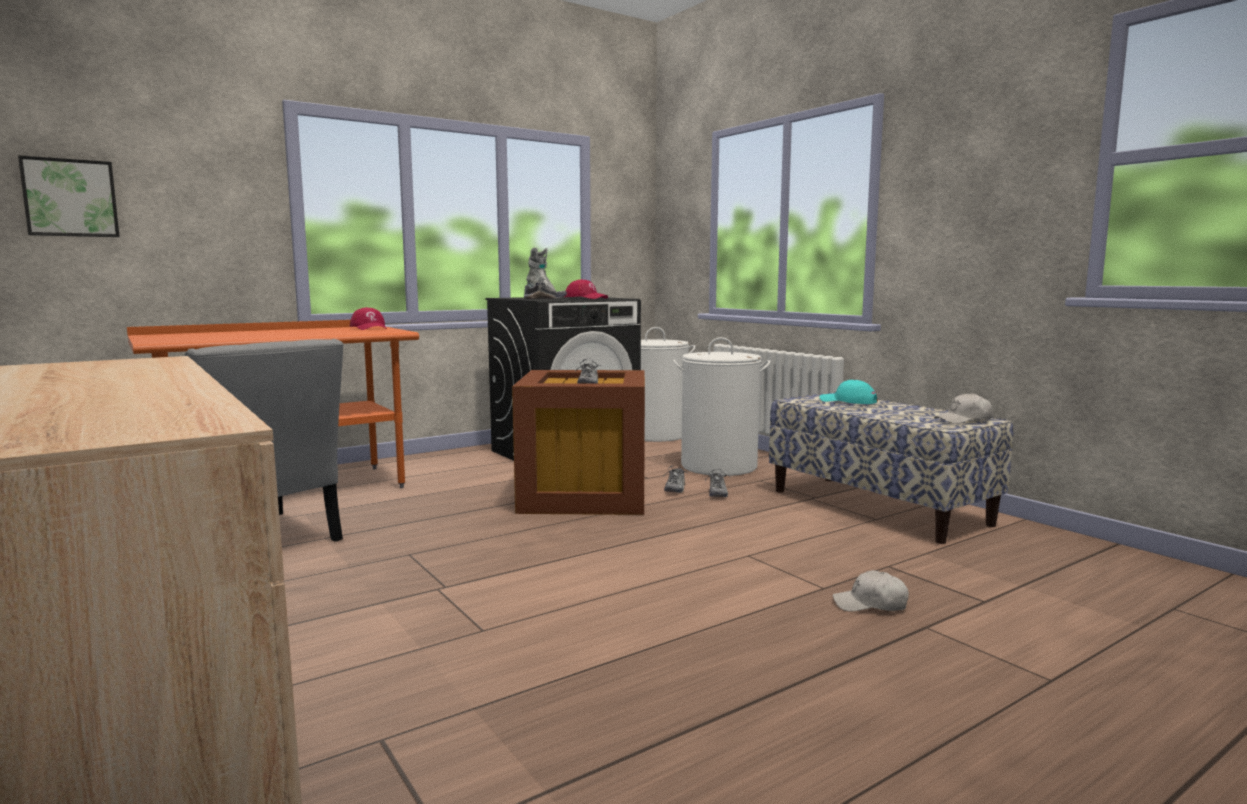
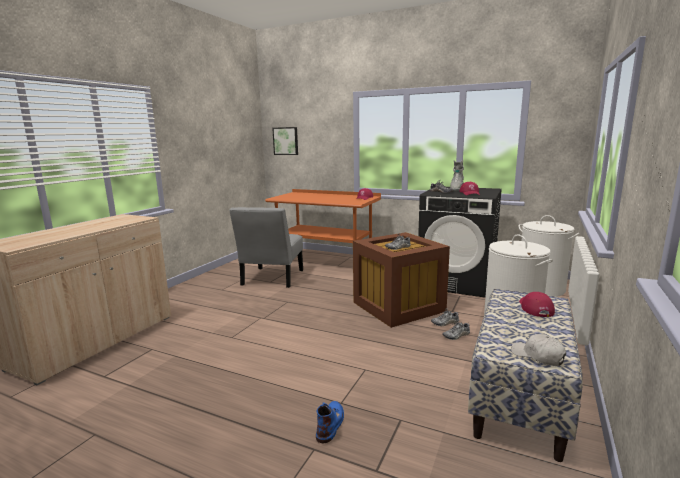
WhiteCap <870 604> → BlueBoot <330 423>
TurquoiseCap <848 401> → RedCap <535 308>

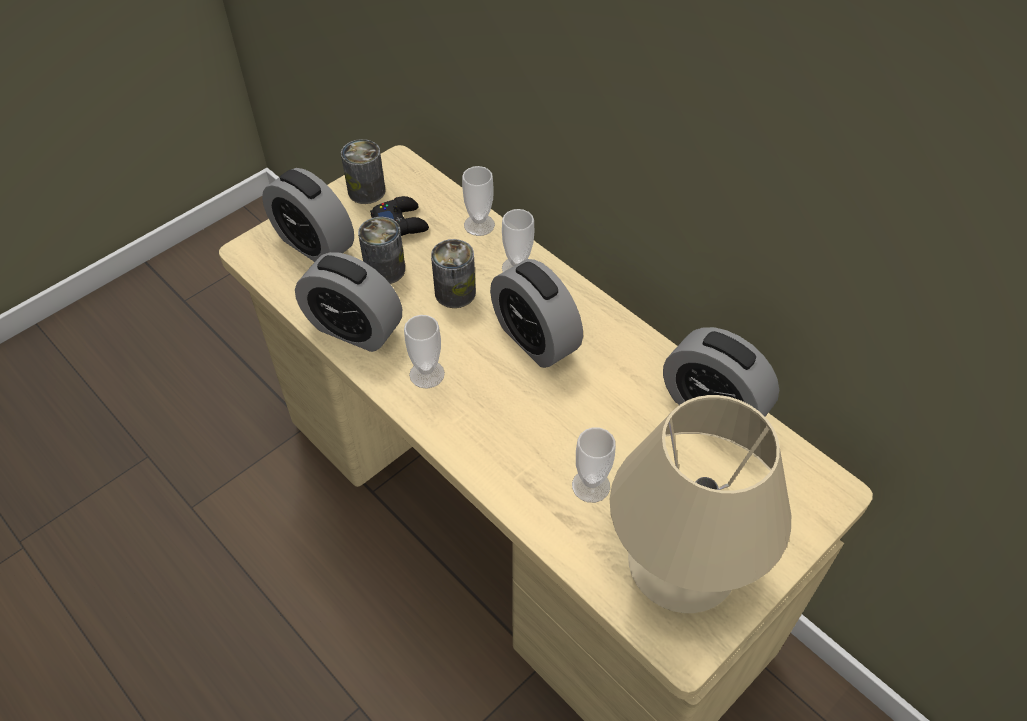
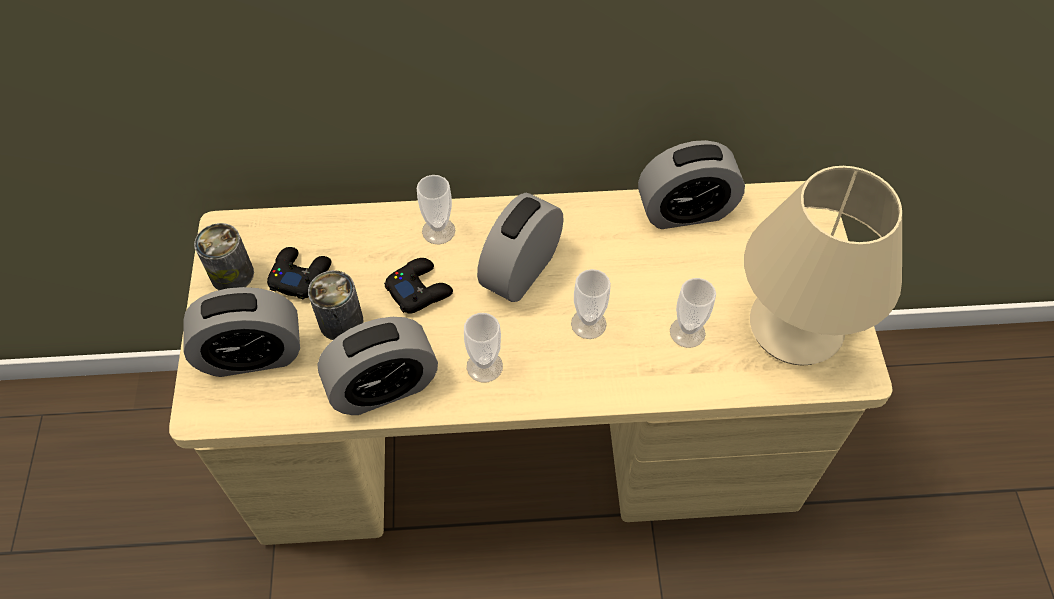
Cup <479 225> → Cup <588 324>, move
Can <455 292> → BlackGameController <419 289>
AlarmClock <535 339> → AlarmClock <521 270>, 120 degrees clockwise

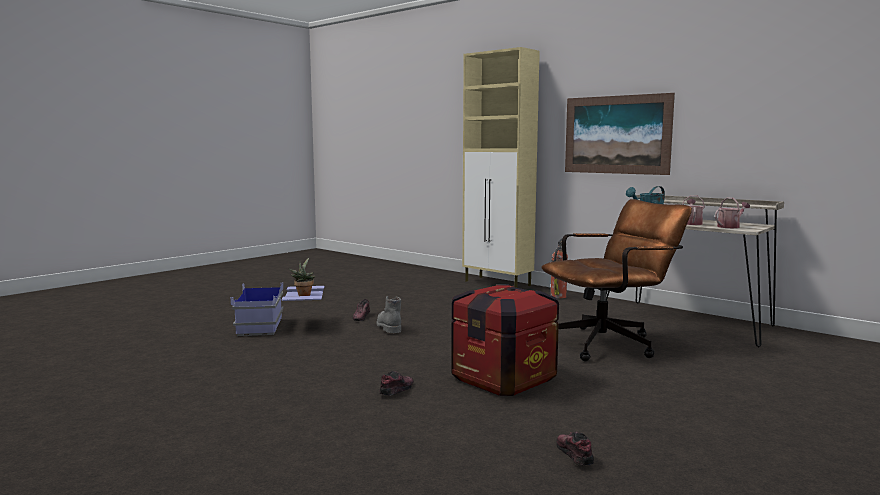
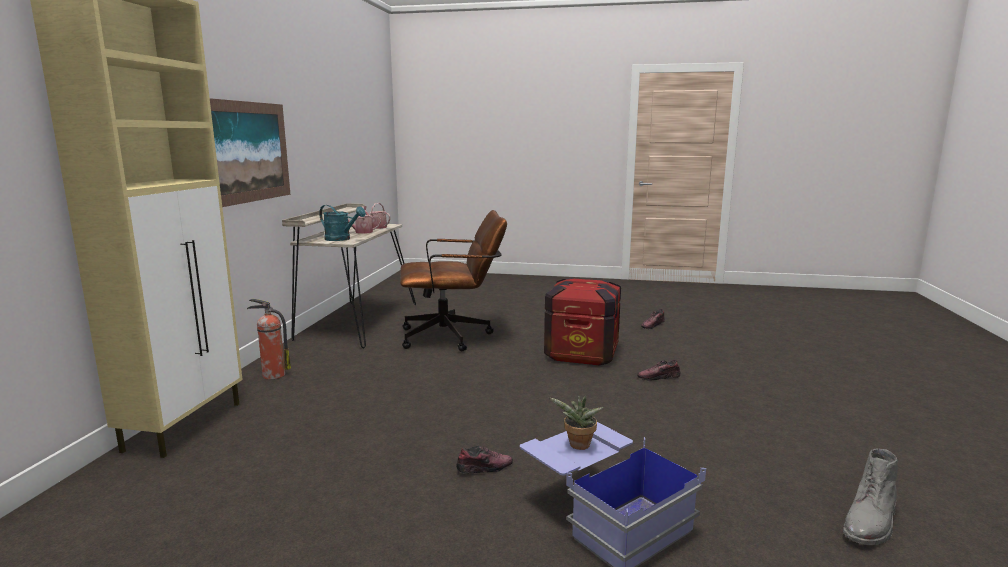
GreyBoot <388 326> → GreyBoot <870 523>, move
BrownOfficeChair <610 344> → BrownOfficeChair <453 336>, 135 degrees clockwise

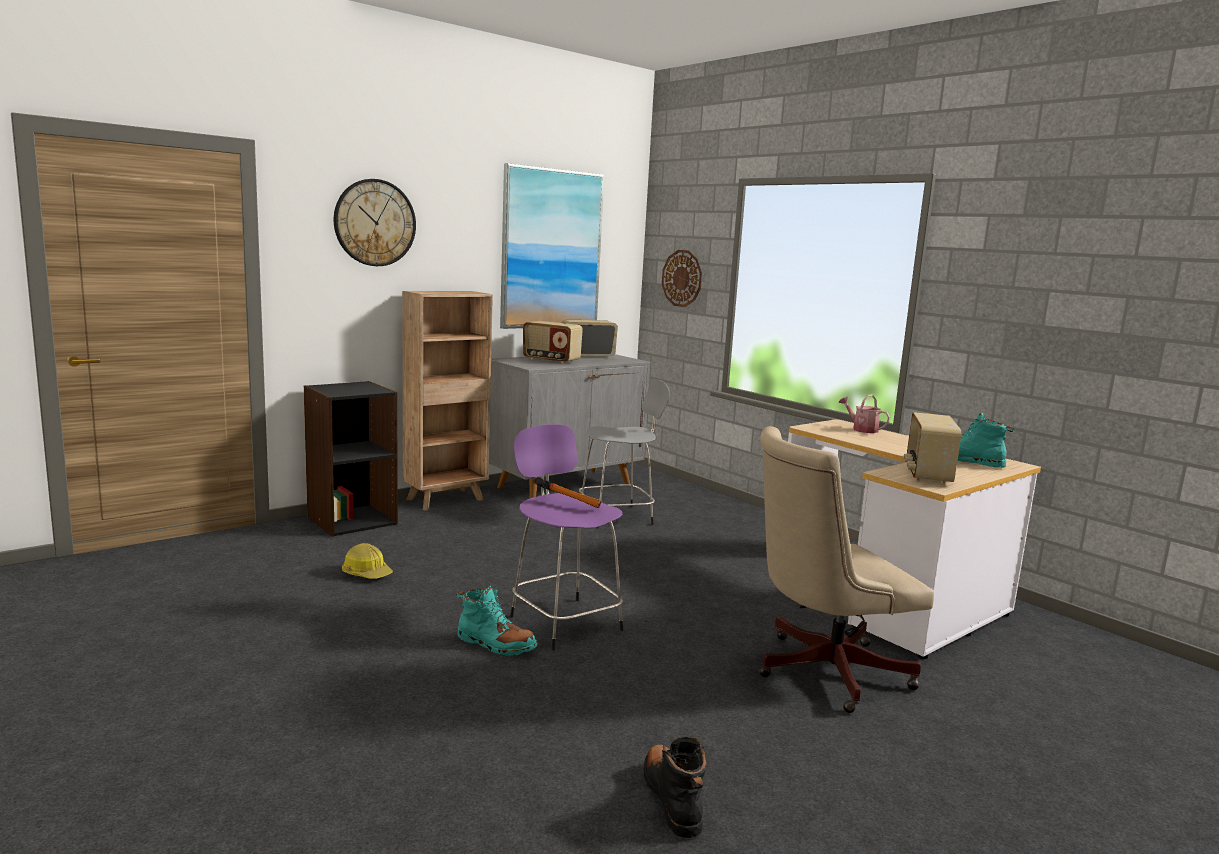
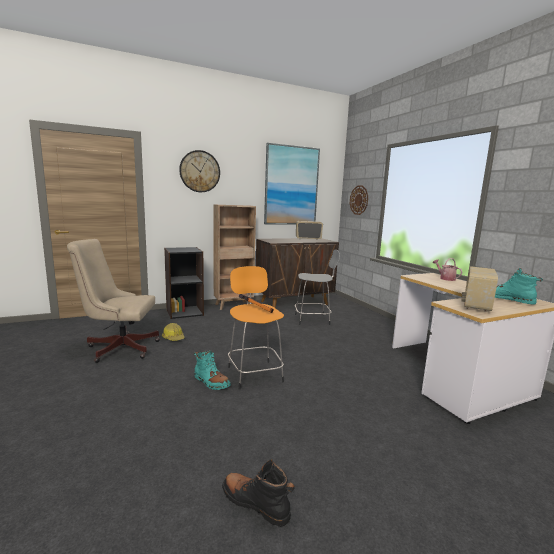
Radio <551 360> → -
BeigeOfficeChair <821 671> → BeigeOfficeChair <118 348>, move
GreyCabinet <566 486> → BrownCabinet <294 303>
PurpleStool <563 621> → OrangeStool <254 373>
BlackBoot <672 799> → BlackBoot <255 503>, 60 degrees counterclockwise

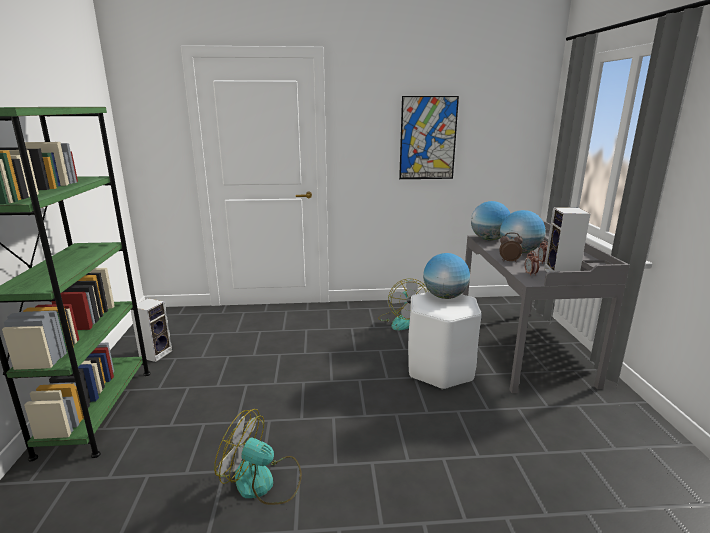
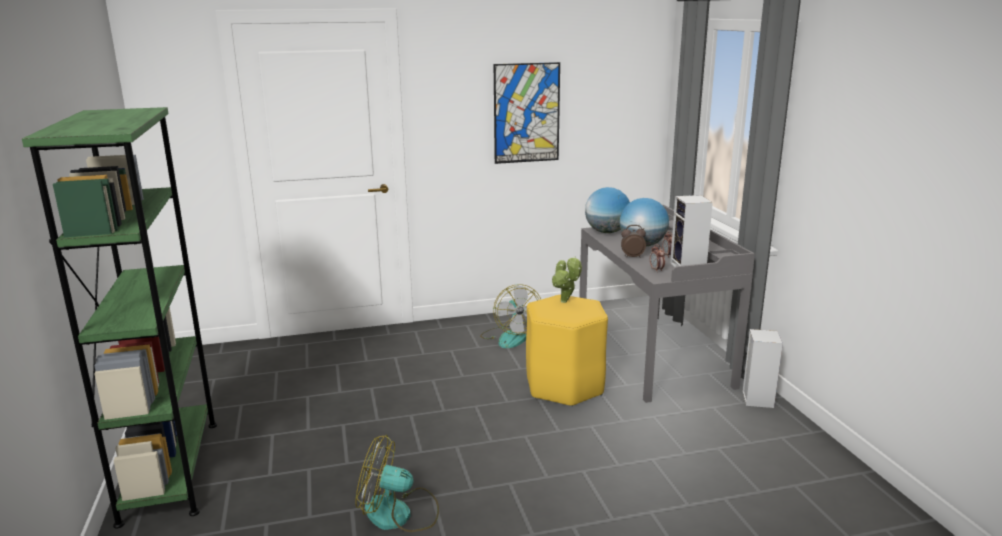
Speaker <156 353> → Speaker <756 398>, move
Globe <445 297> → PottedPlant <565 302>
WhiteStool <439 369> → YellowStool <564 386>

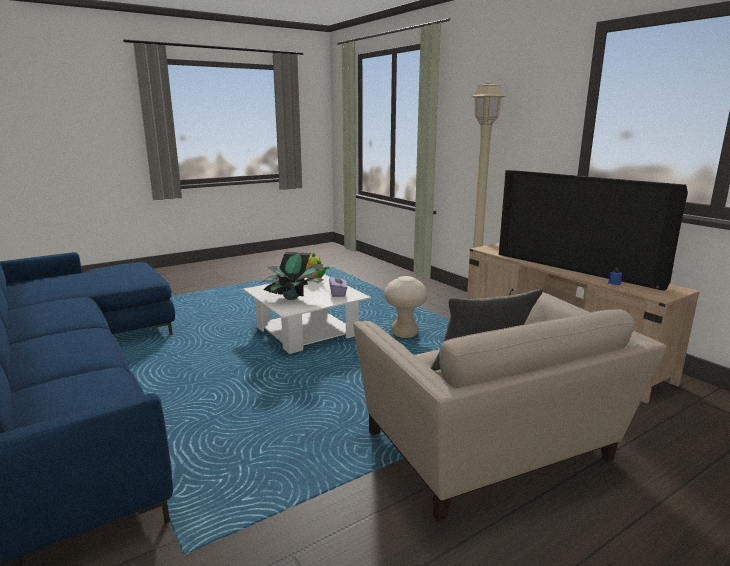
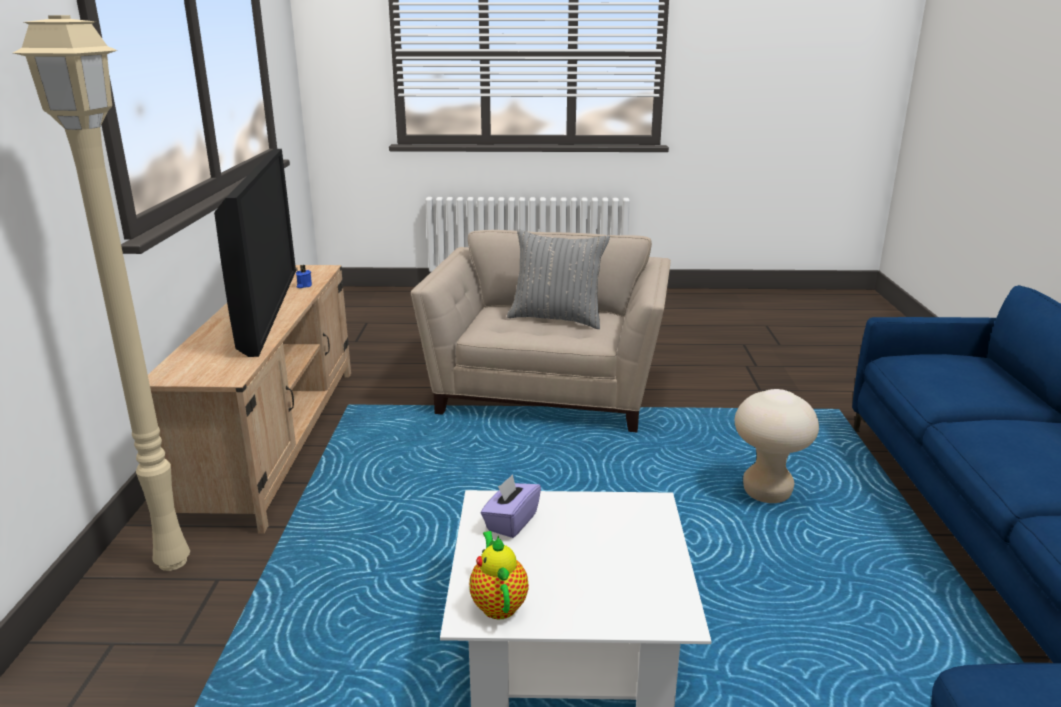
PottedPlant <292 298> → -
BeigeStool <404 334> → BeigeStool <766 493>, move

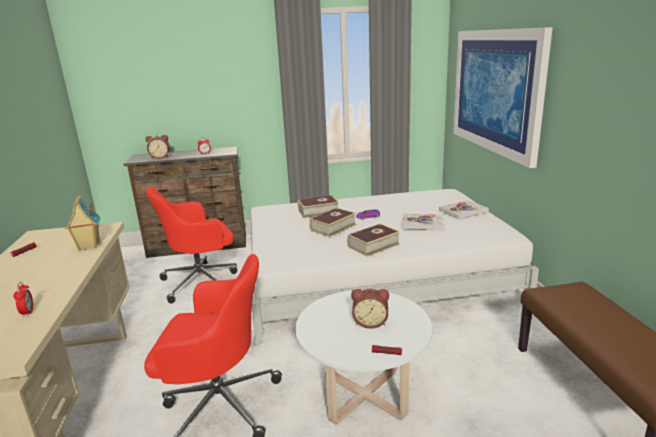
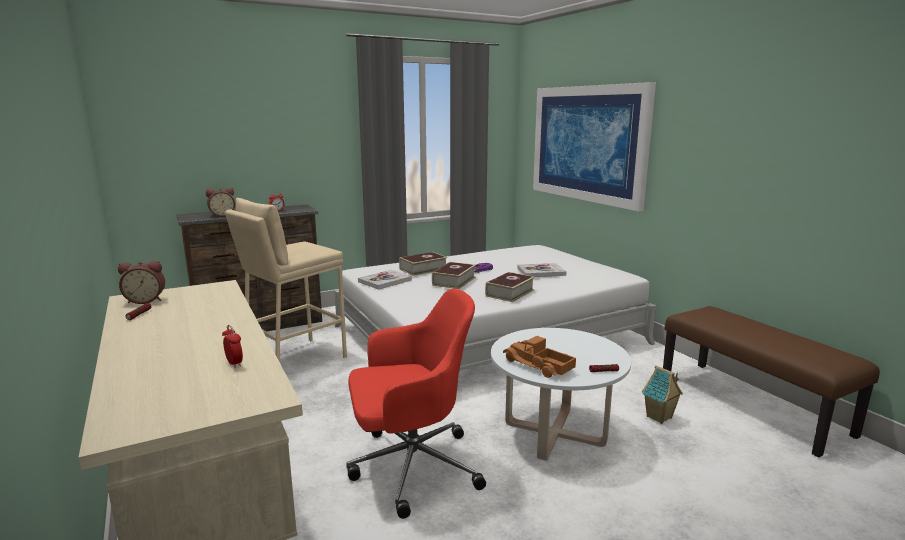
- → ToyTruck <537 366>
ToyHouse <88 246> → ToyHouse <659 418>, move
AlarmClock <370 322> → AlarmClock <146 300>, move
Book <463 211> → Book <385 281>, move
RedOfficeChair <202 281> → BeigeStool <295 359>

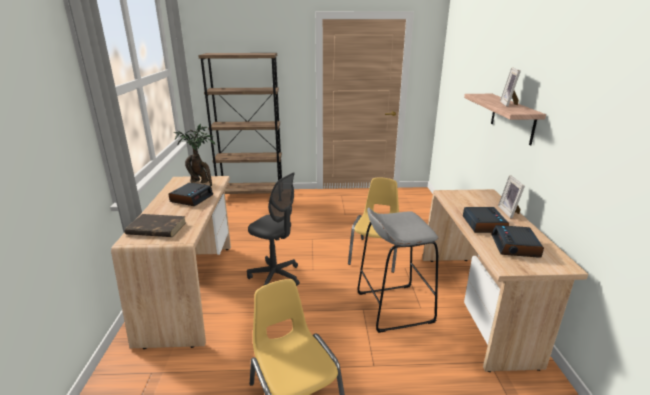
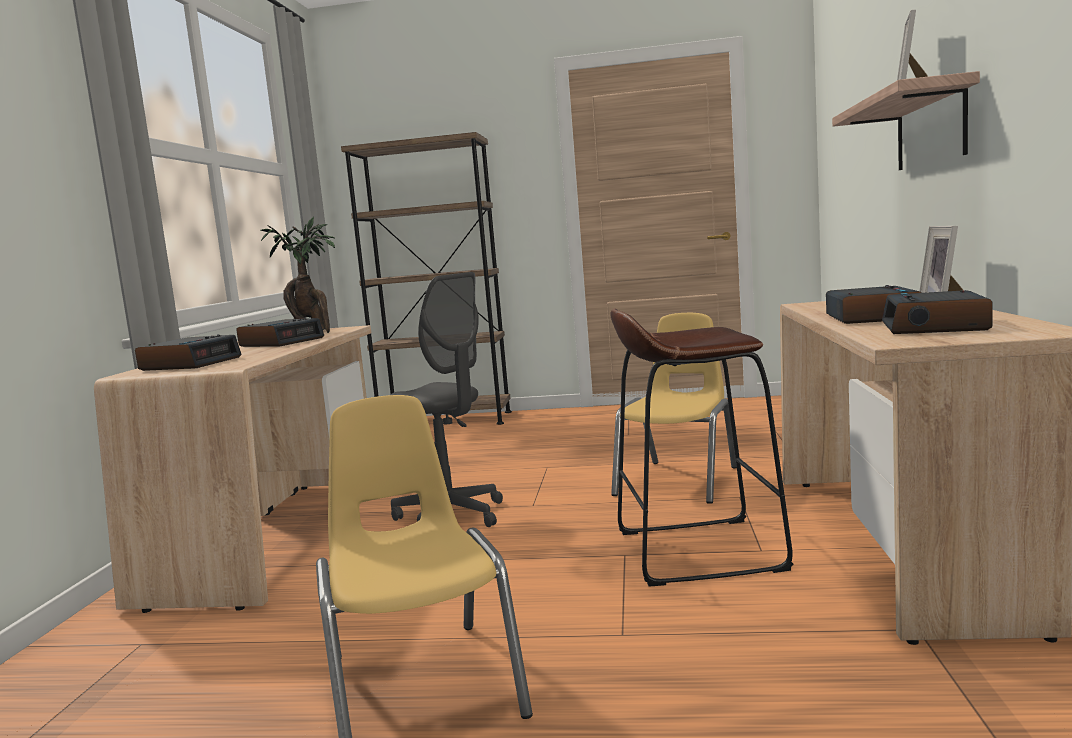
BrownBook <156 229> → AlarmClock <191 363>
GreyStool <394 307> → BrownStool <698 550>

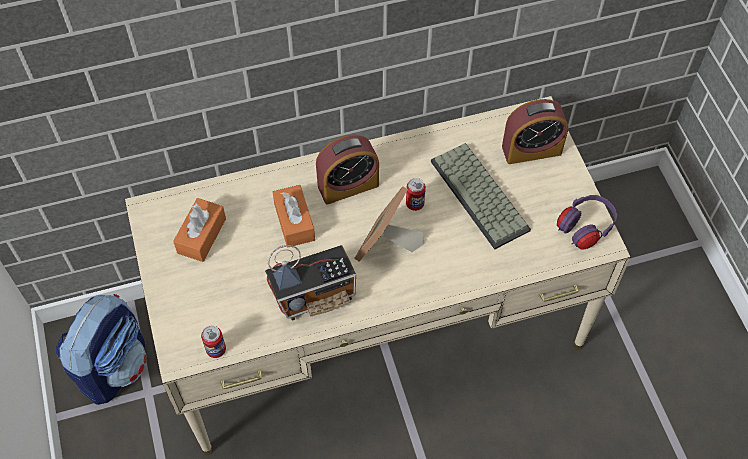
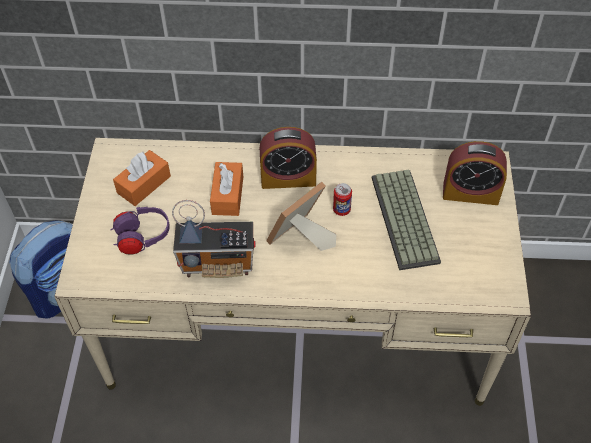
Can <216 349> → -
PurpleHeadphones <584 229> → PurpleHeadphones <142 238>, move

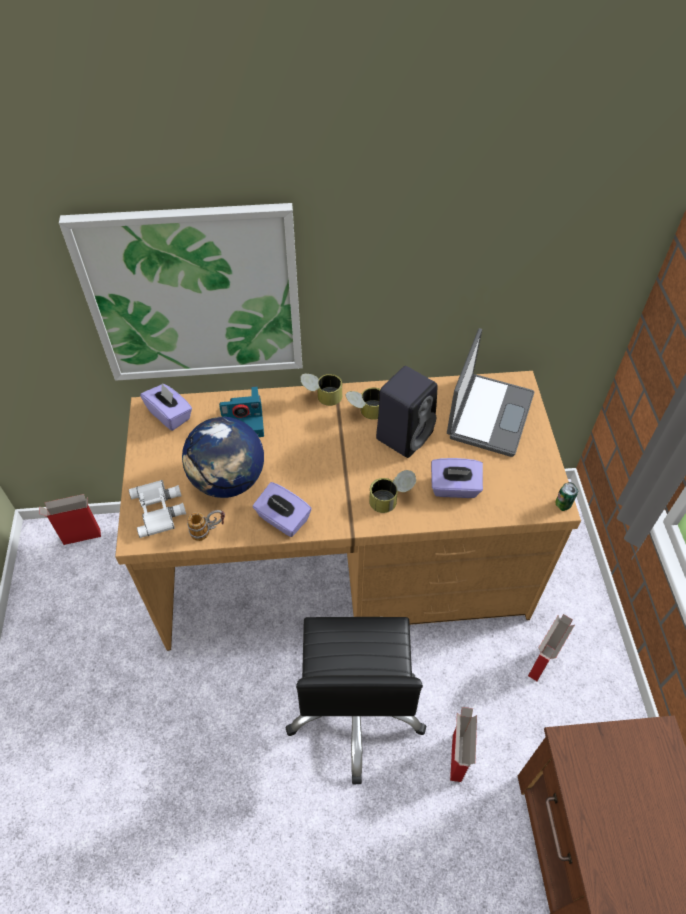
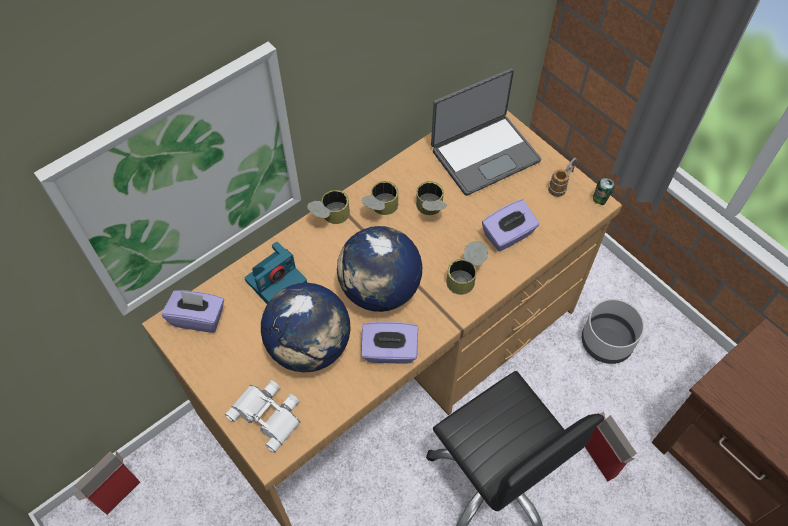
- → Globe <380 290>
Mug <209 531> → Mug <561 184>, move
BlackSpeaker <405 434> → Can <430 211>
CardboardBox <541 663> → GreyPlanter <606 341>
Laptop <488 415> → Laptop <484 154>, 75 degrees clockwise

